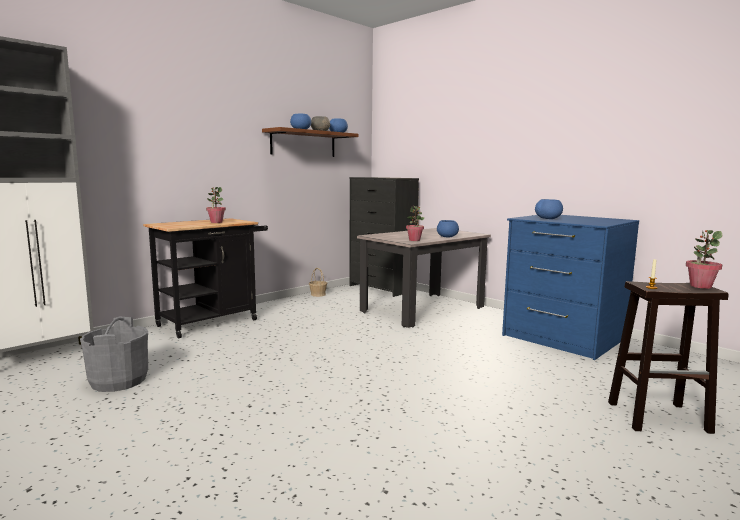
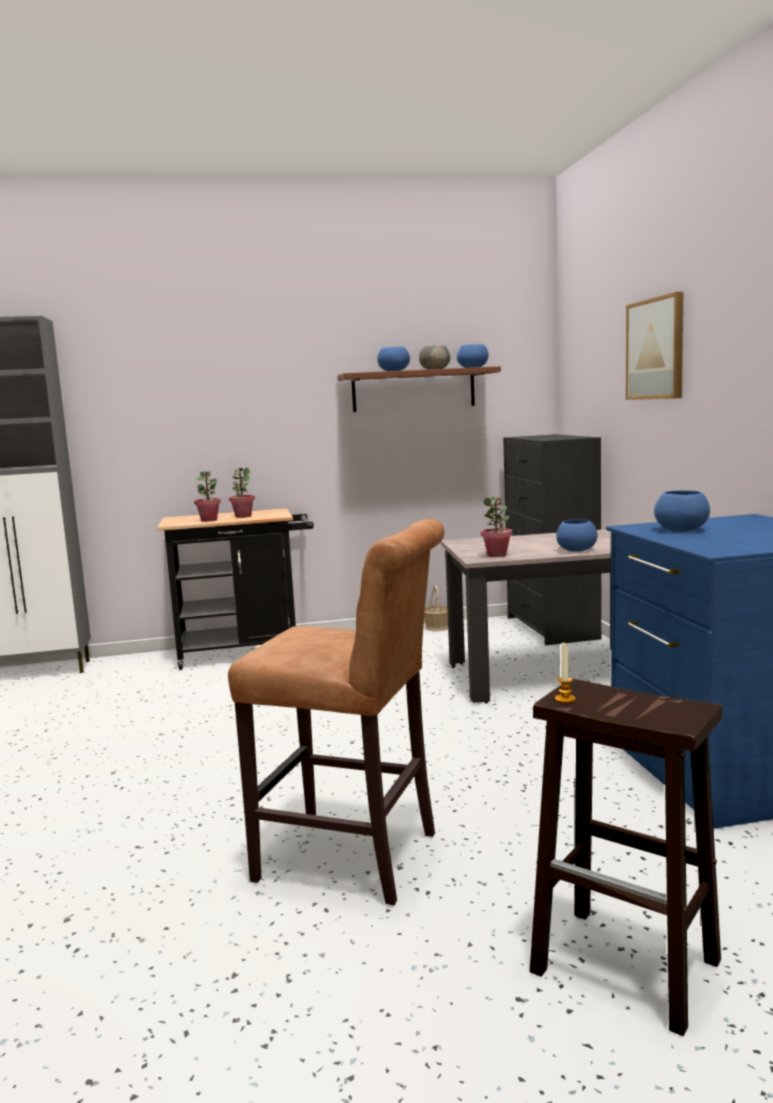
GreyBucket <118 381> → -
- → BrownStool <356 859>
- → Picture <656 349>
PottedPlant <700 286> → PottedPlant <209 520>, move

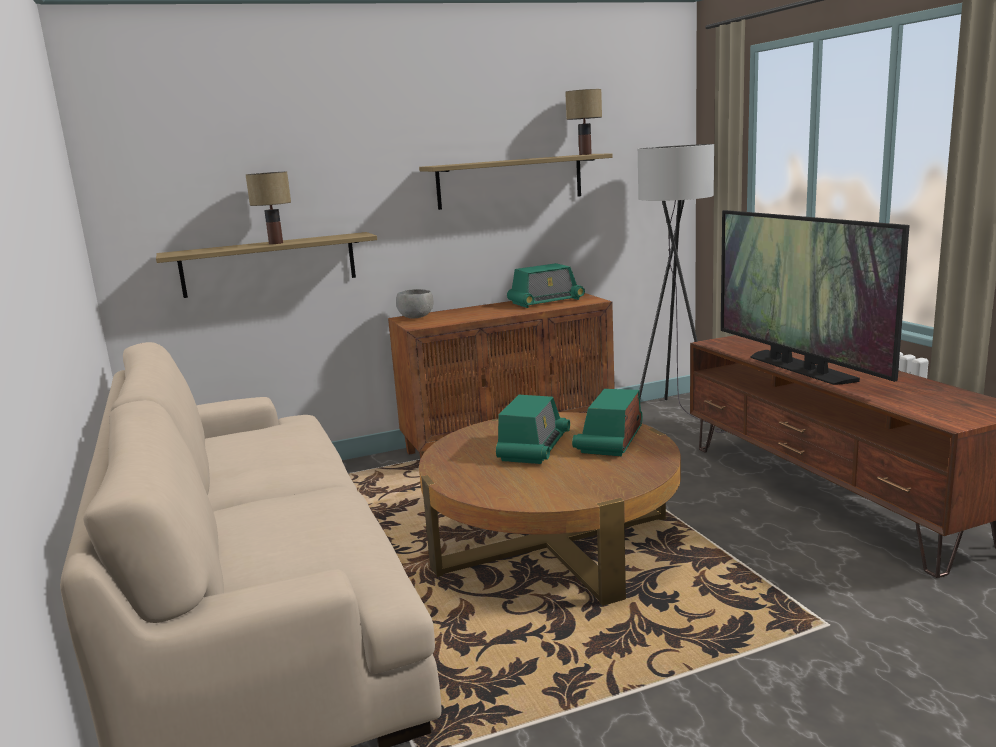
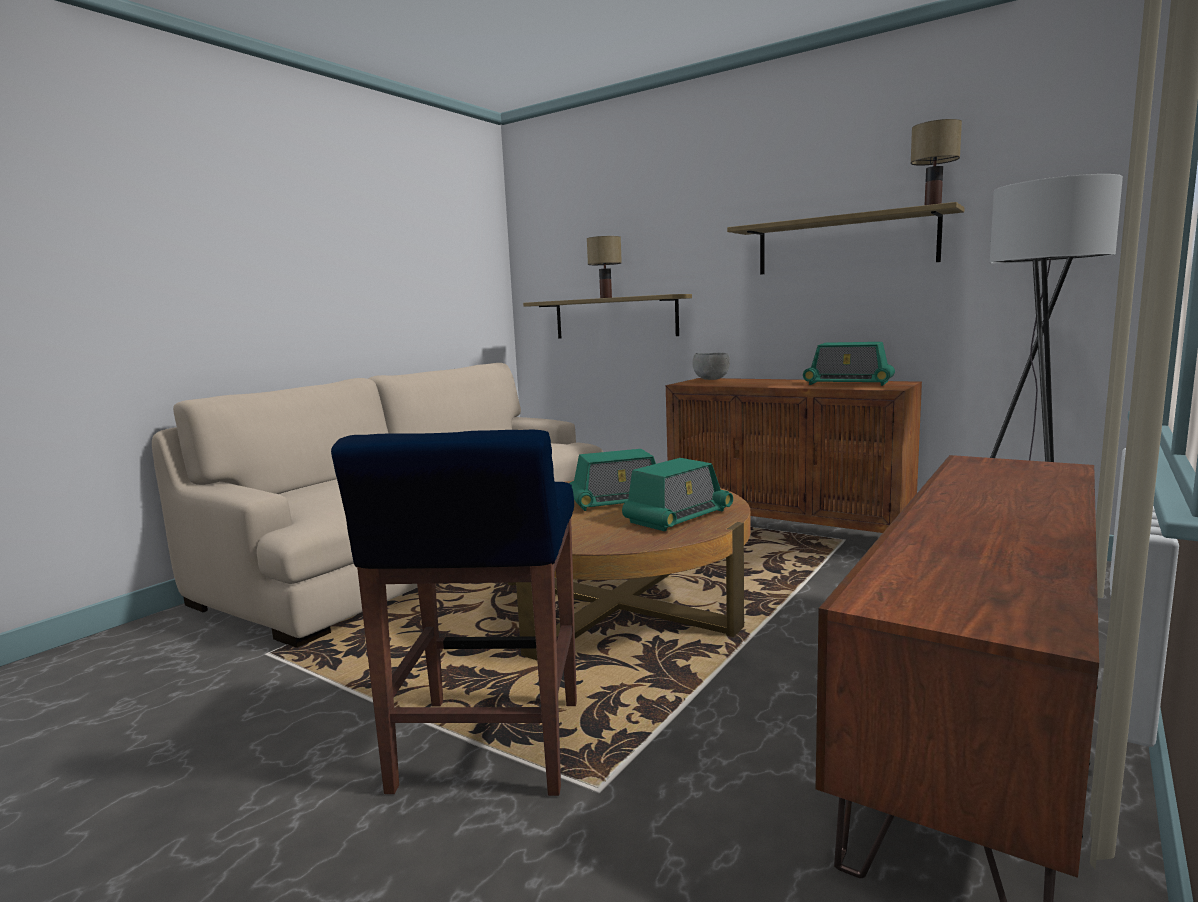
Television <799 368> → -
- → BlueStool <488 747>
Radio <610 440> → Radio <678 517>, 150 degrees clockwise

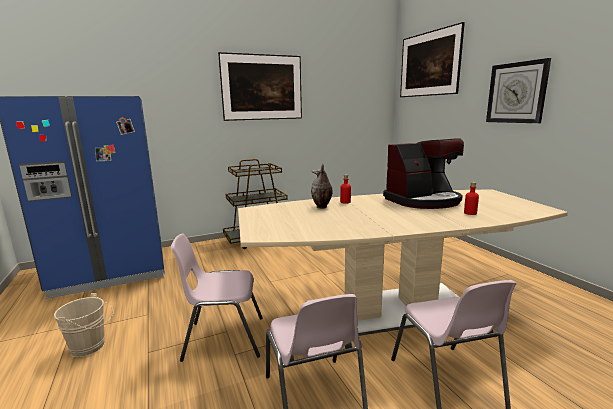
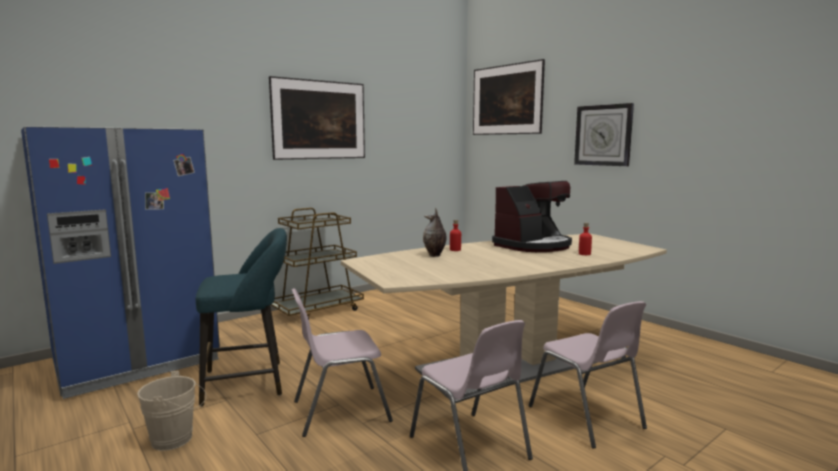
- → TurquoiseStool <249 382>

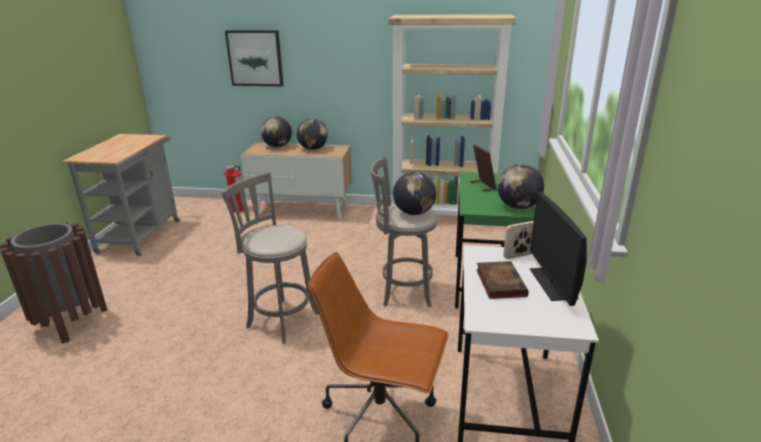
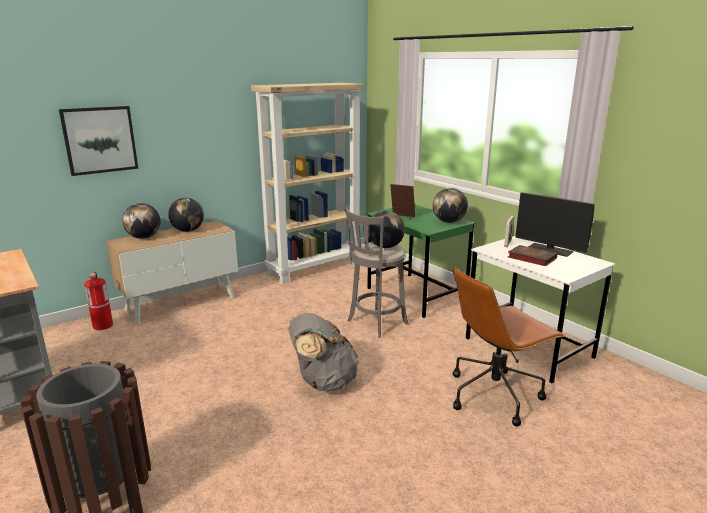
GreyStool <280 319> → GreyBackpack <323 381>

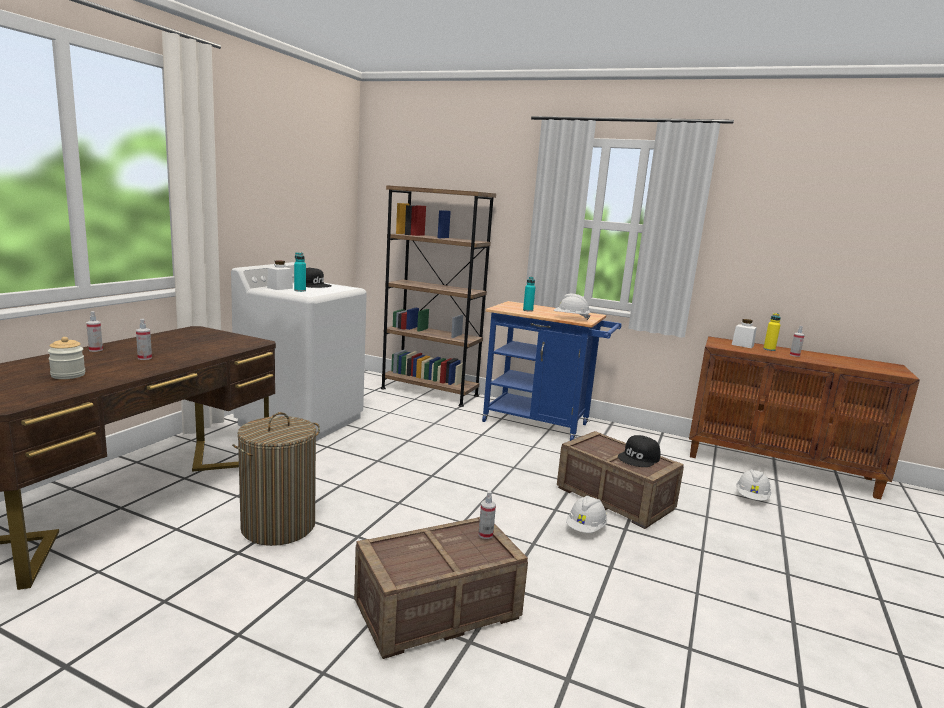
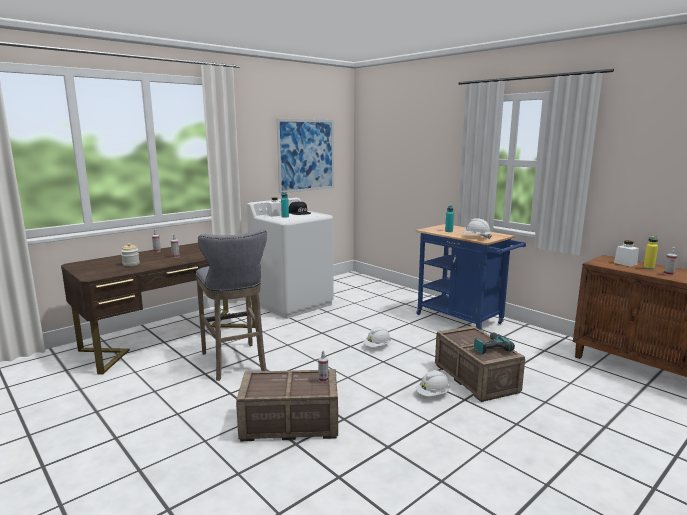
BrownBookcase <429 392> → -
- → Picture <306 155>
WhiteHardHat <751 497> → WhiteHardHat <377 346>, move
LaundryBasket <278 526> → GreyStool <235 363>
BlackCap <639 458> → PowerDrill <490 348>

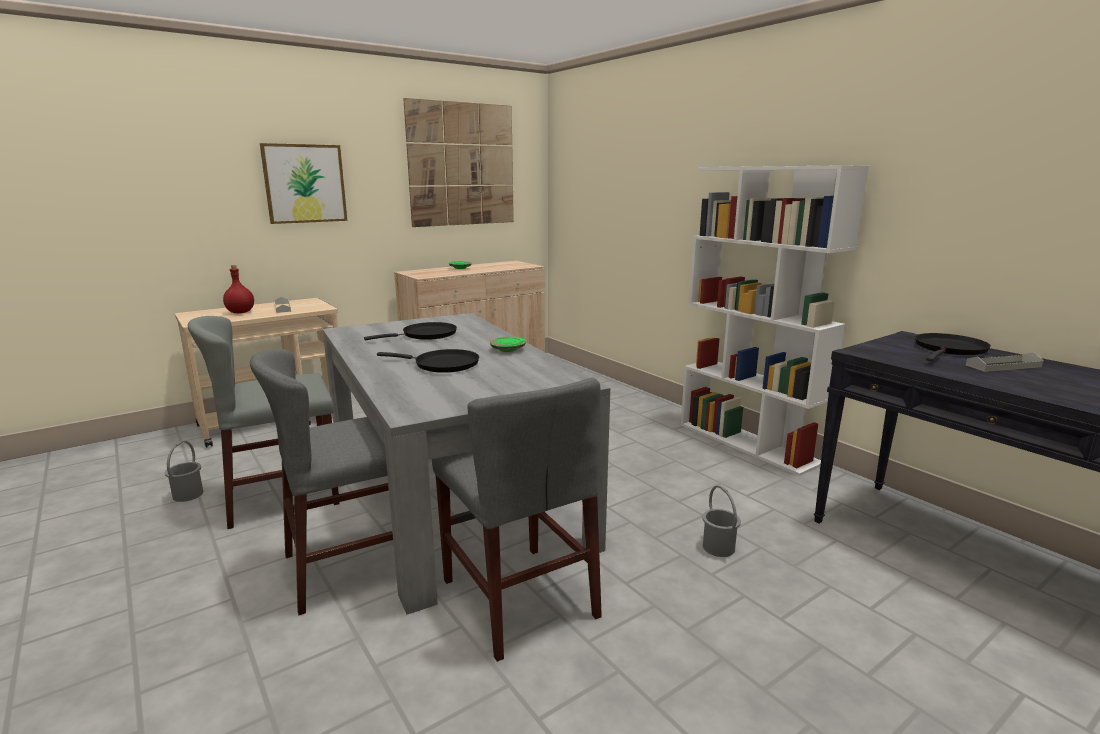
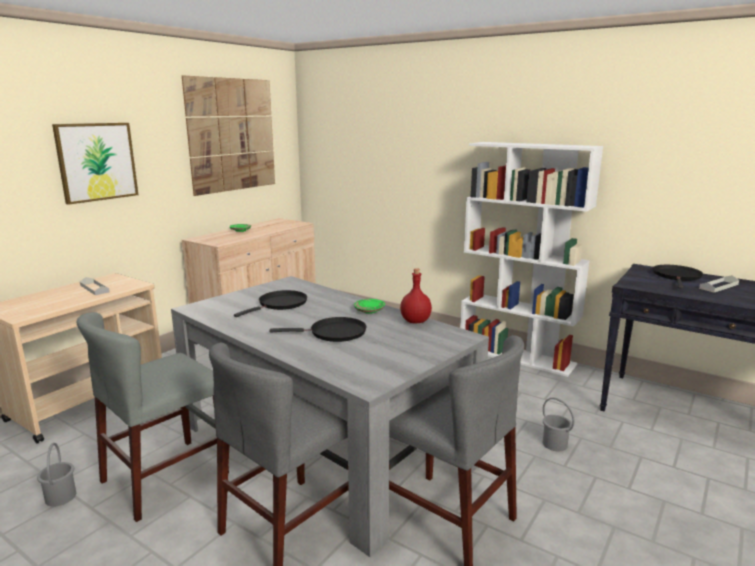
RedBottle <241 312> → RedBottle <415 321>, move

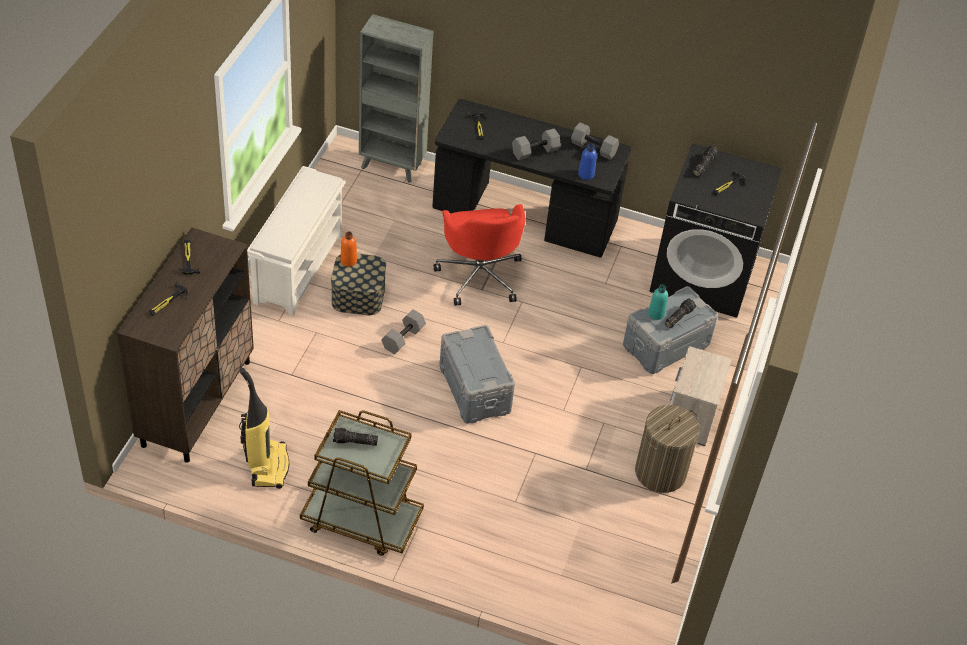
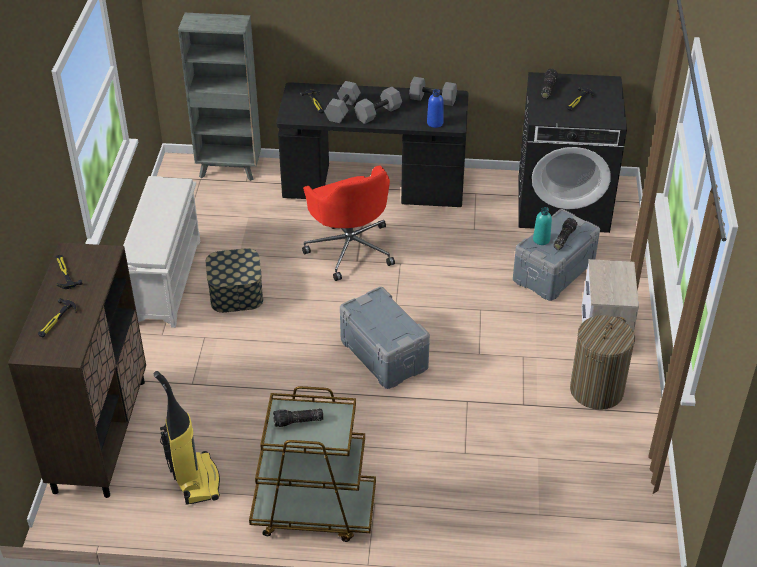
OrangeBottle <348 261> → -
GreyDumbbell <403 337> → GreyDumbbell <342 109>, move

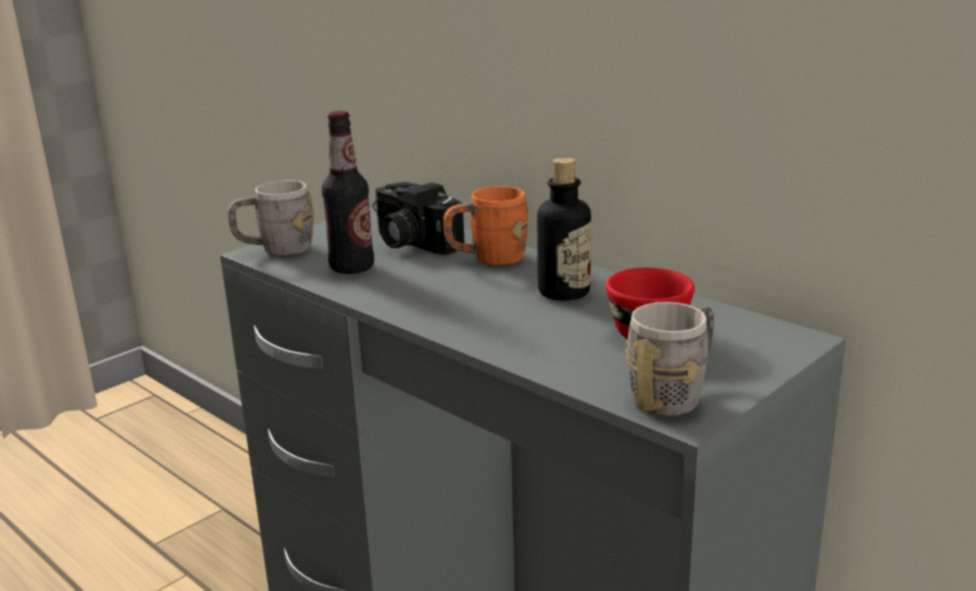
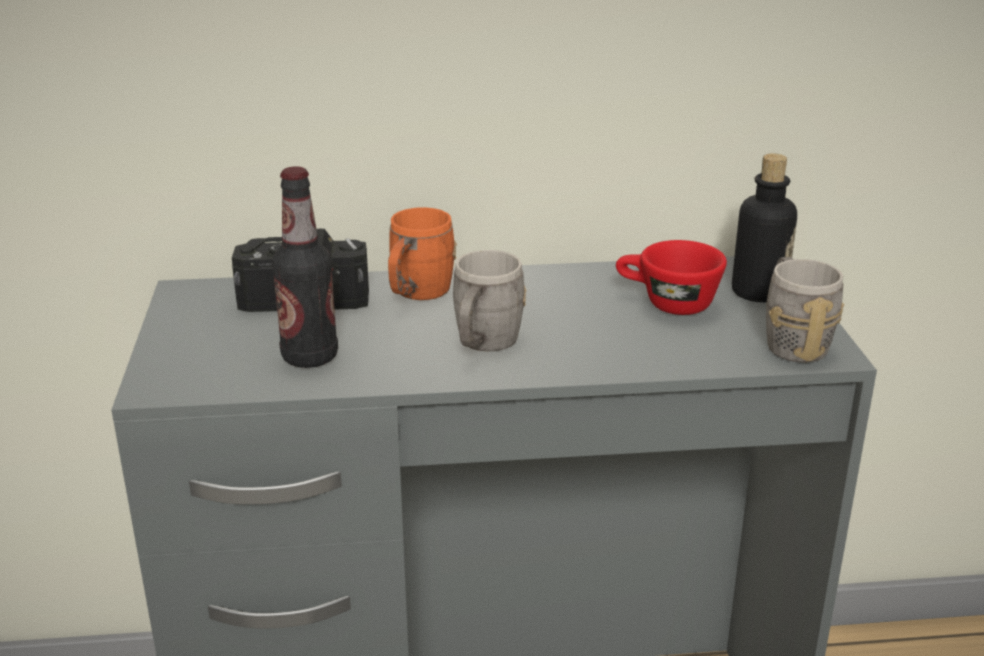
GreyMug <276 250> → GreyMug <483 345>, move
Bottle <564 292> → Bottle <758 292>, move

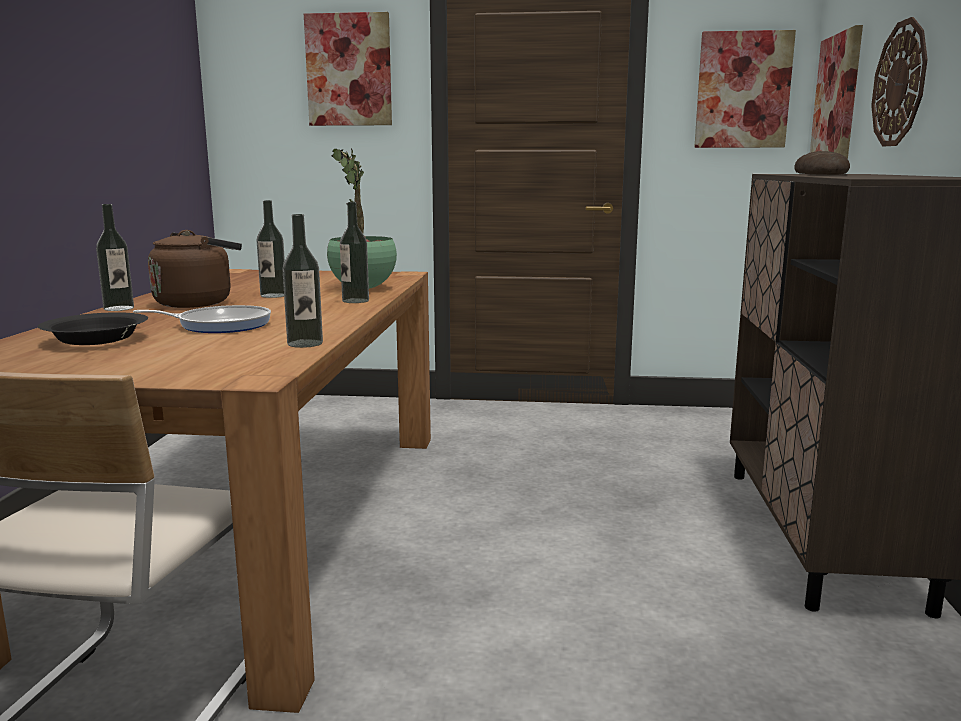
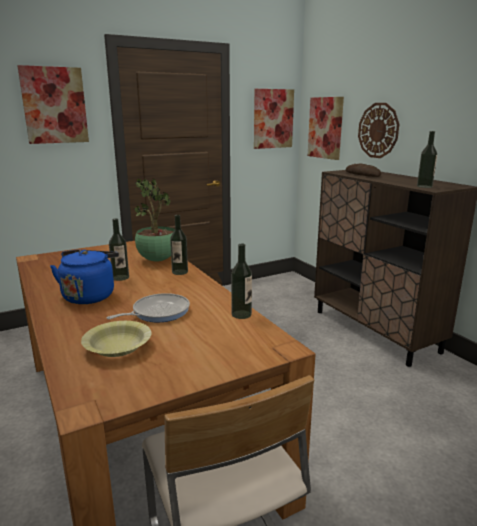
Bottle <119 308> → Bottle <424 186>, move
BlackBowl <96 340> → YellowBowl <118 347>
BrownKettle <197 303> → BlueKettle <90 295>

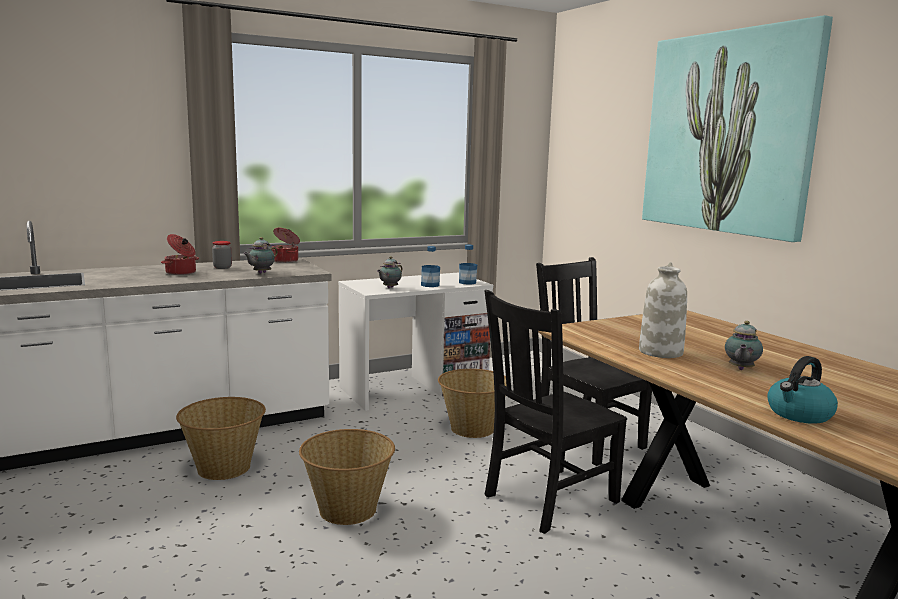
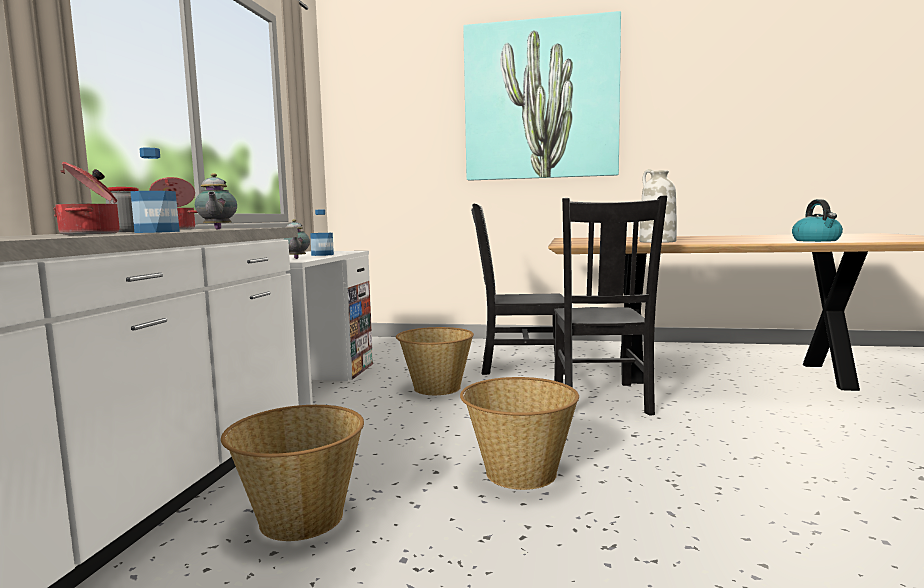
Teapot <740 369> → -
Bottle <467 282> → Bottle <157 232>, move

